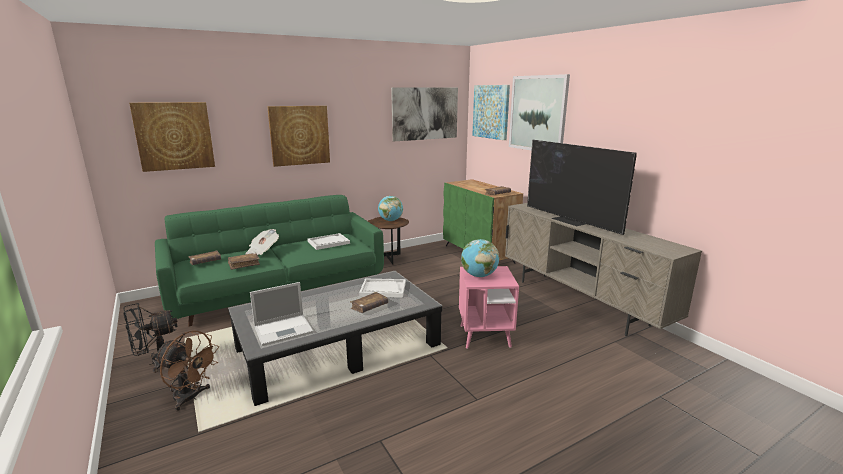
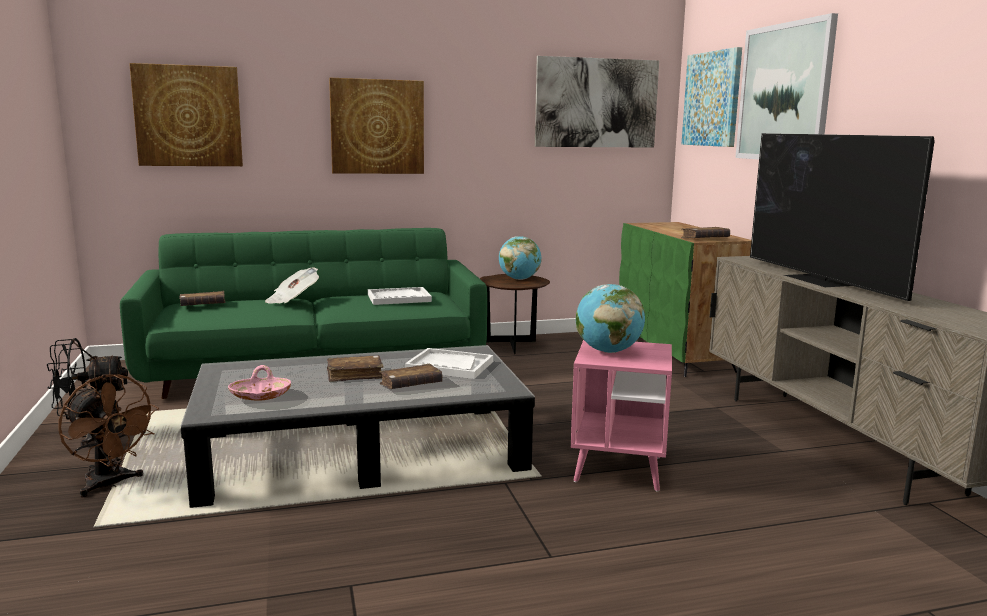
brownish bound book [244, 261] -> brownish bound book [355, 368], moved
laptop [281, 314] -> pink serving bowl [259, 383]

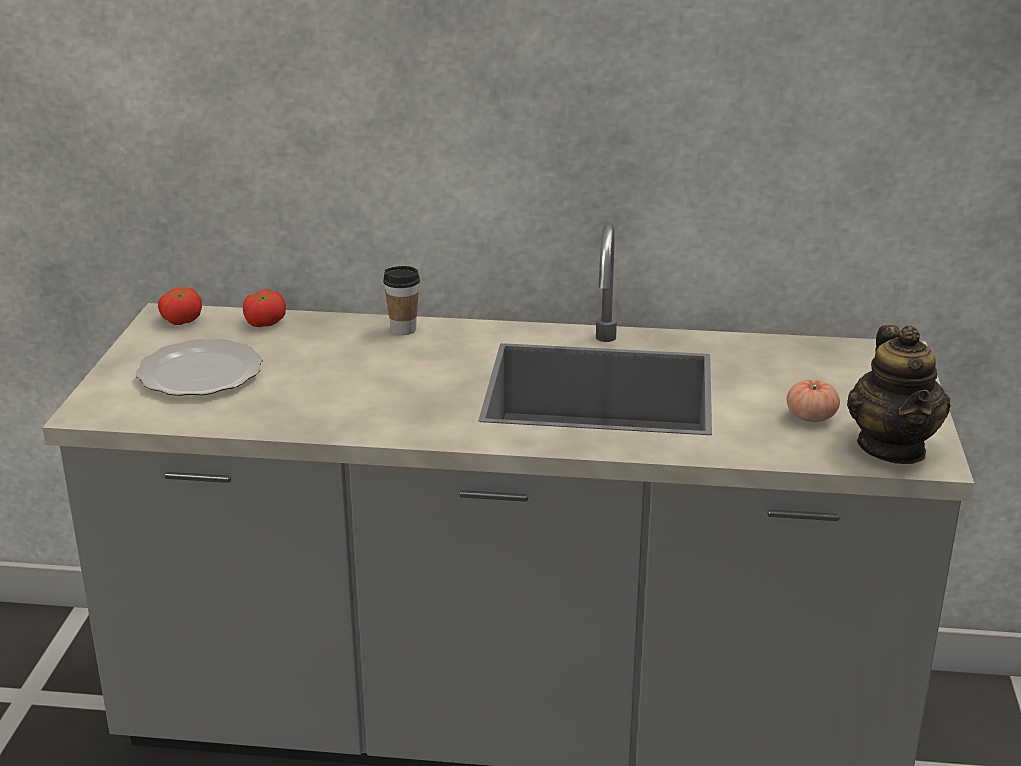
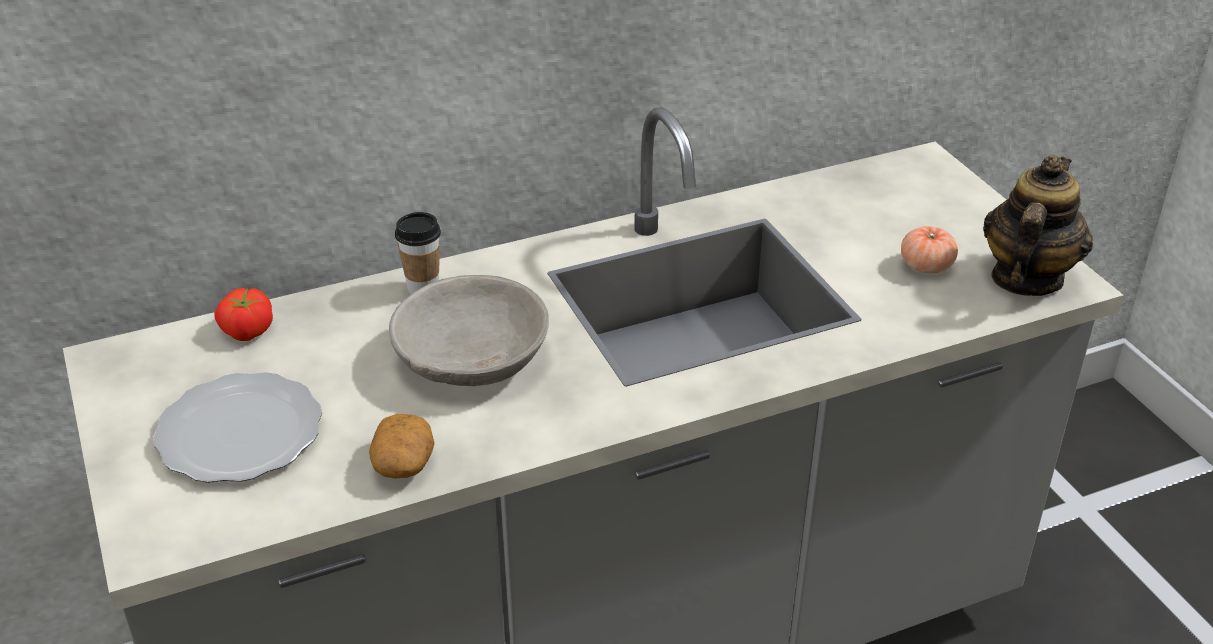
fresh tomato [180, 306] -> none
teapot [899, 394] -> teapot [1038, 225], 120 degrees counterclockwise
none -> potato [402, 446]
none -> grey serving bowl [469, 330]

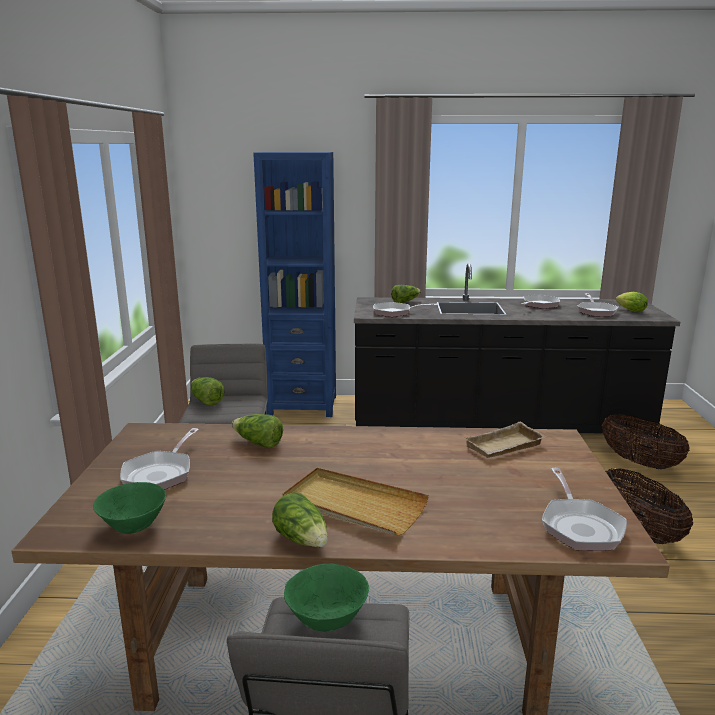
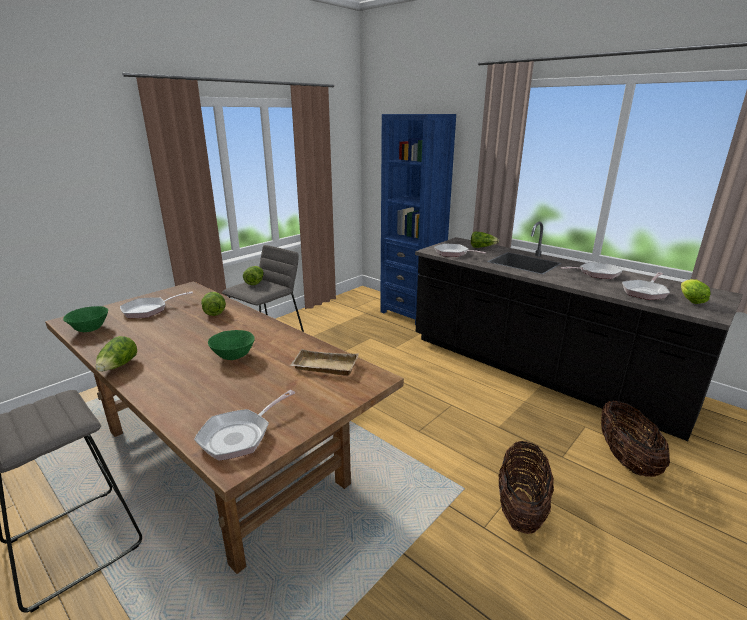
beige serving tray [355, 502] -> none
green serving bowl [326, 598] -> green serving bowl [231, 345], moved

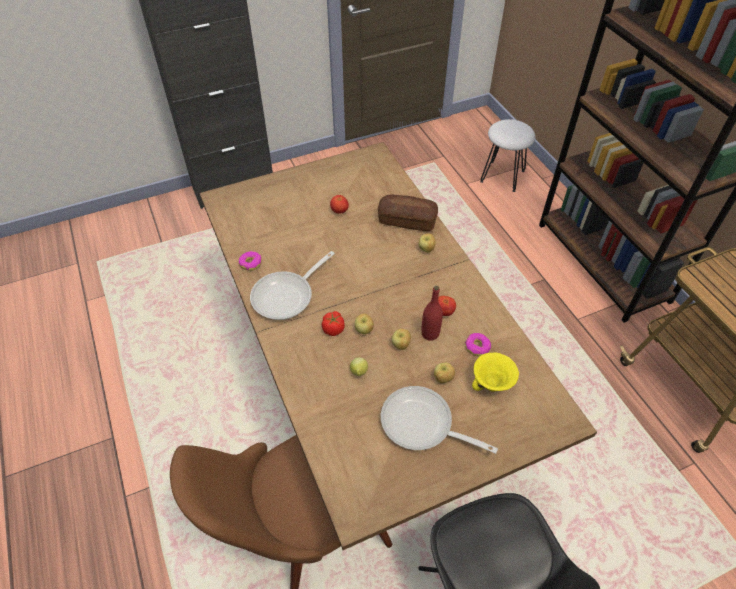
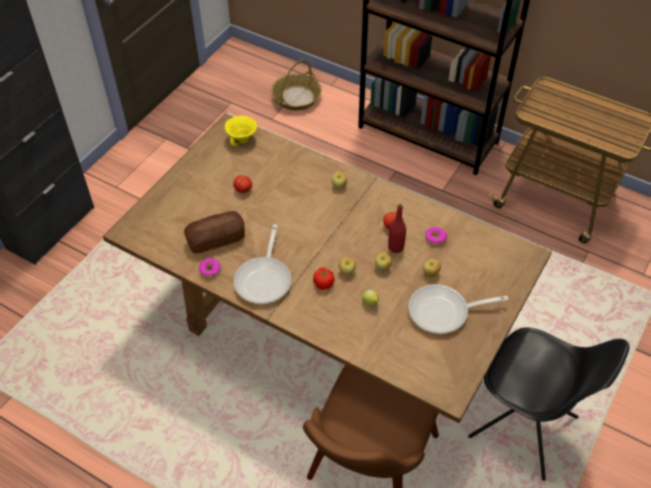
baked bread [408, 213] -> baked bread [214, 232], moved
yellowish serving bowl [495, 372] -> yellowish serving bowl [240, 131], moved
whitish stool seat [507, 155] -> basket [296, 85]

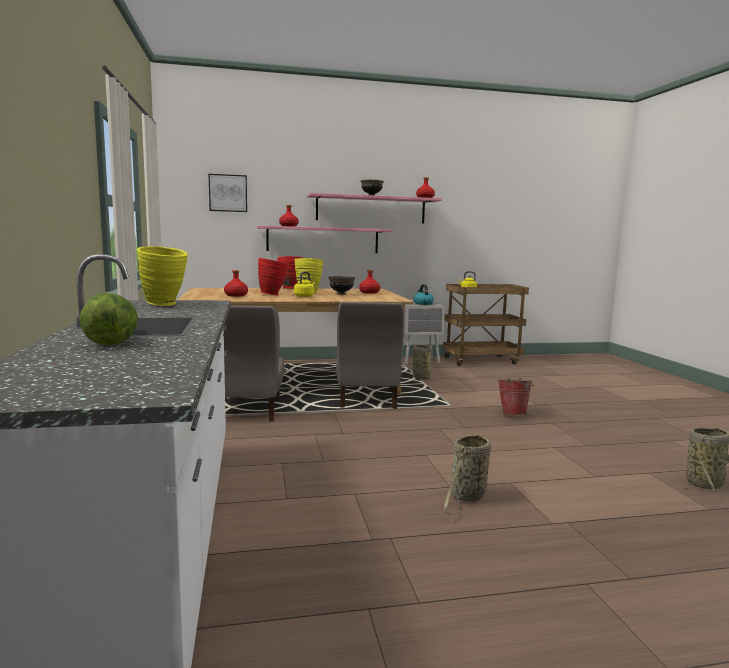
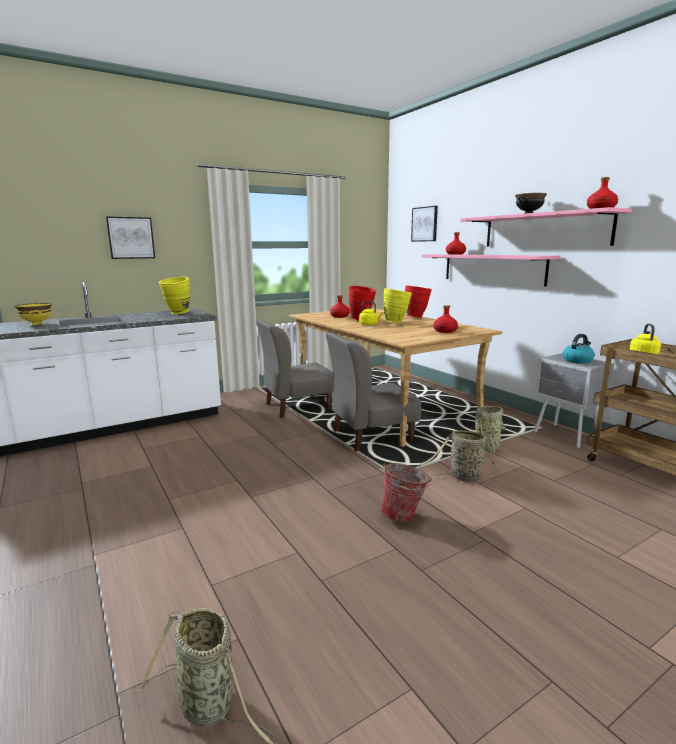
lettuce [109, 319] -> yellowish serving bowl [33, 314]
blackish serving bowl [341, 285] -> none
basket [467, 475] -> basket [459, 456], moved
none -> wall picture [130, 237]

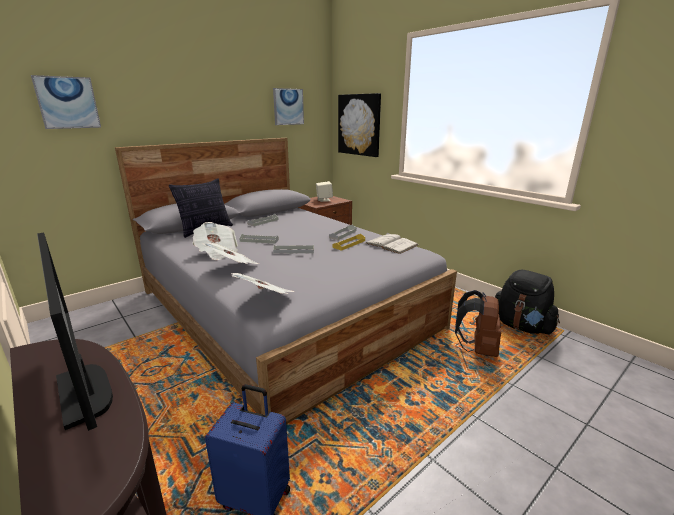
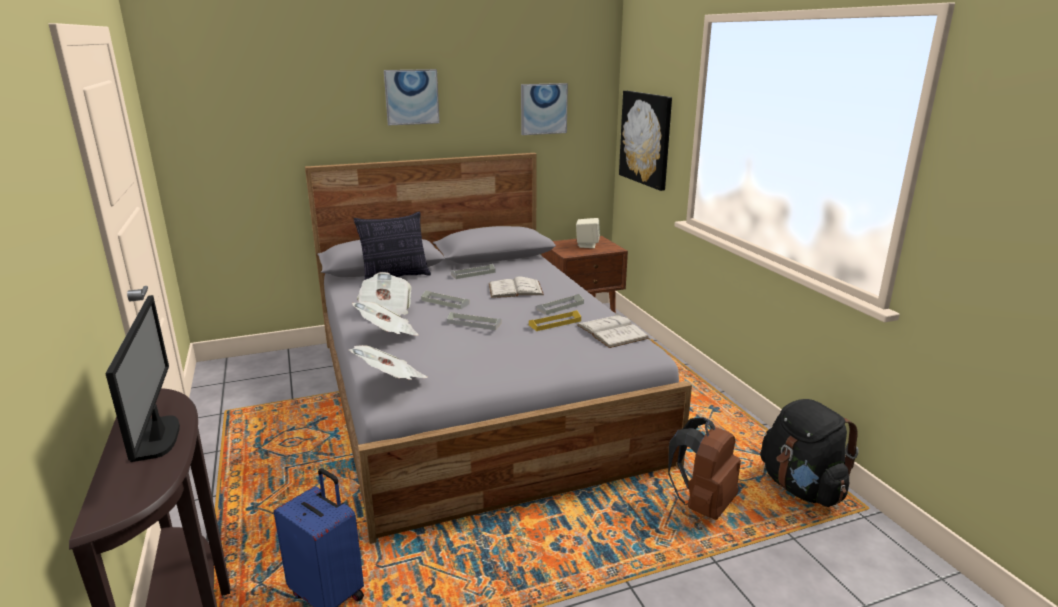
wall picture [66, 102] -> wall picture [412, 97], moved
none -> whitish bound book [516, 287]

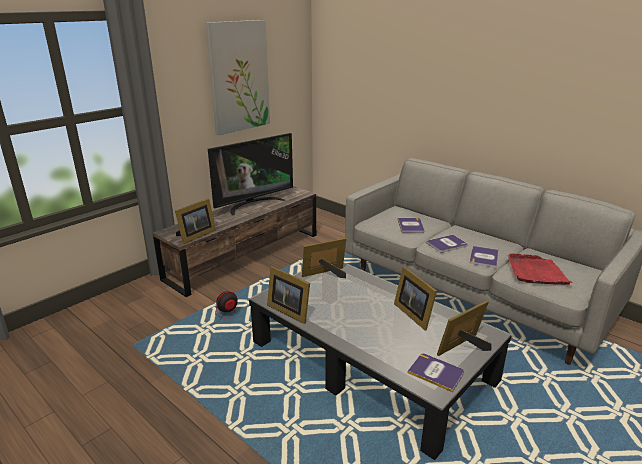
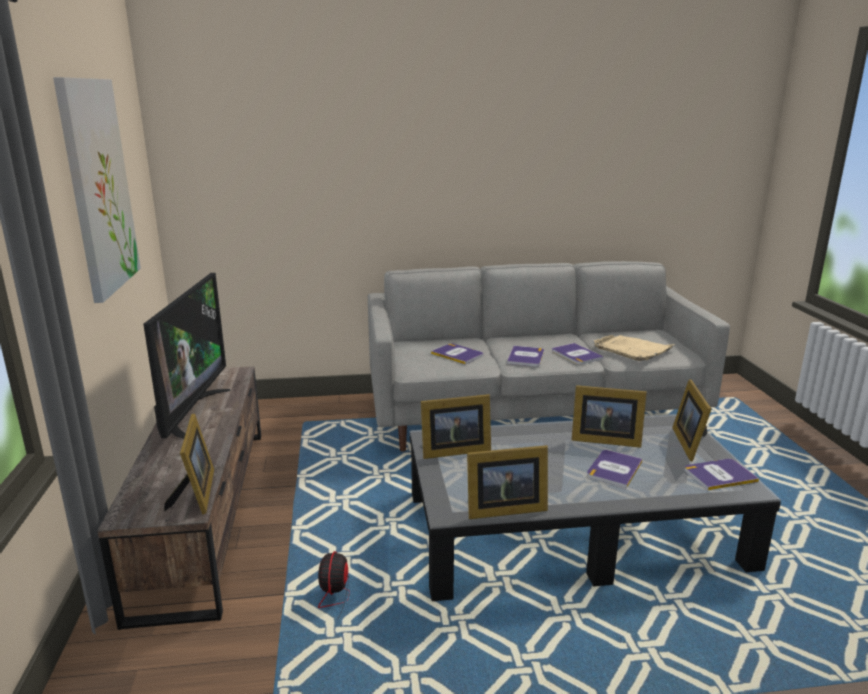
picture frame [324, 258] -> picture frame [456, 426], 120 degrees counterclockwise
red serving tray [540, 269] -> beige serving tray [633, 348]
none -> bound book [615, 469]

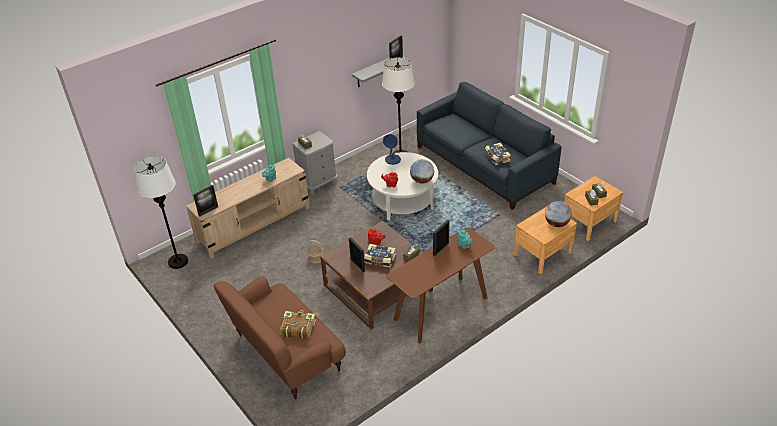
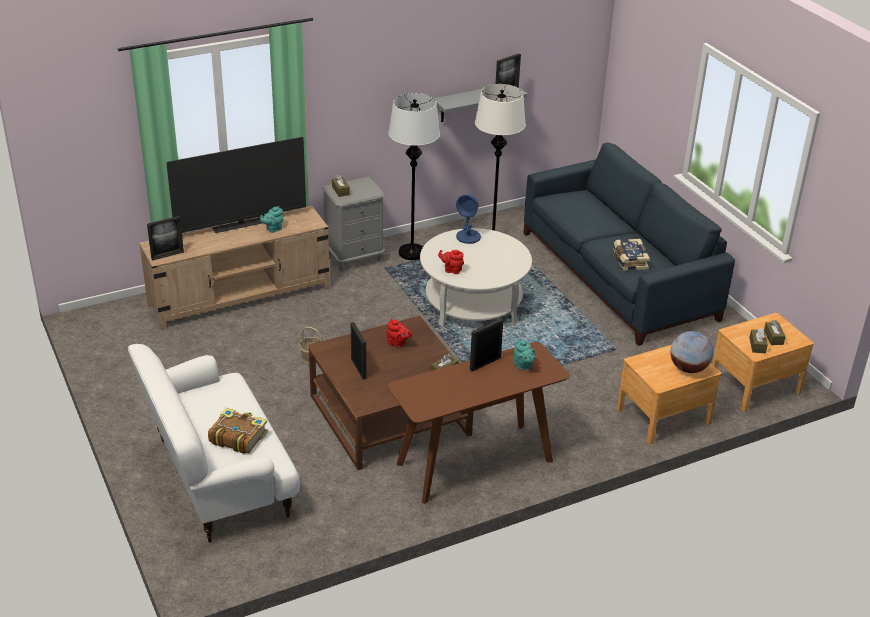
whitish floor lamp [161, 212] -> whitish floor lamp [414, 176], moved
brownish sofa [279, 338] -> whitish sofa [214, 443]
bound book [380, 255] -> none
desk globe [422, 171] -> none
none -> TV [236, 185]

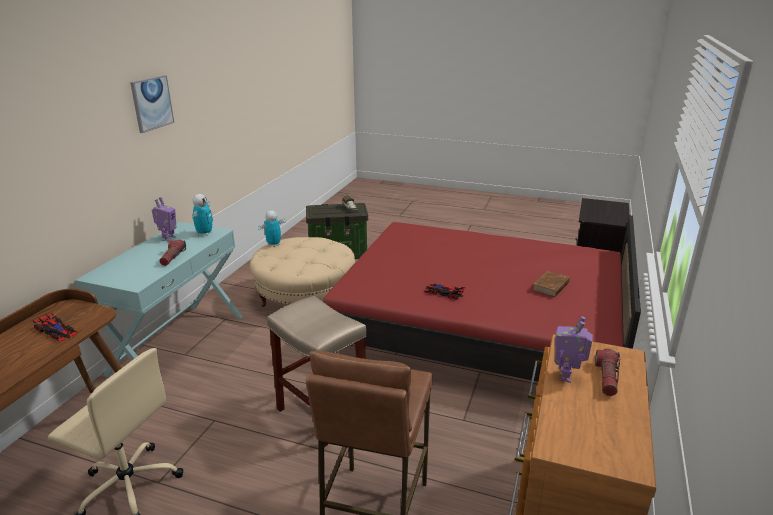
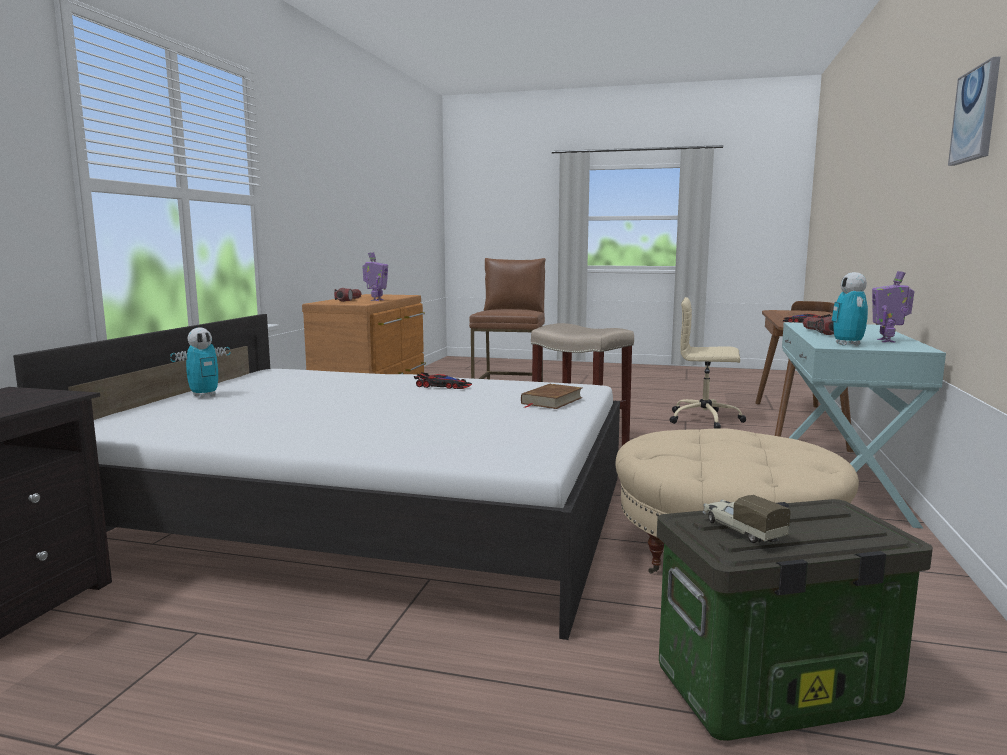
toy robot [272, 228] -> toy robot [200, 362], moved
red bedroom bed [482, 298] -> whitish bedroom bed [316, 477]
brownish bound book [551, 284] -> brownish bound book [551, 396], moved

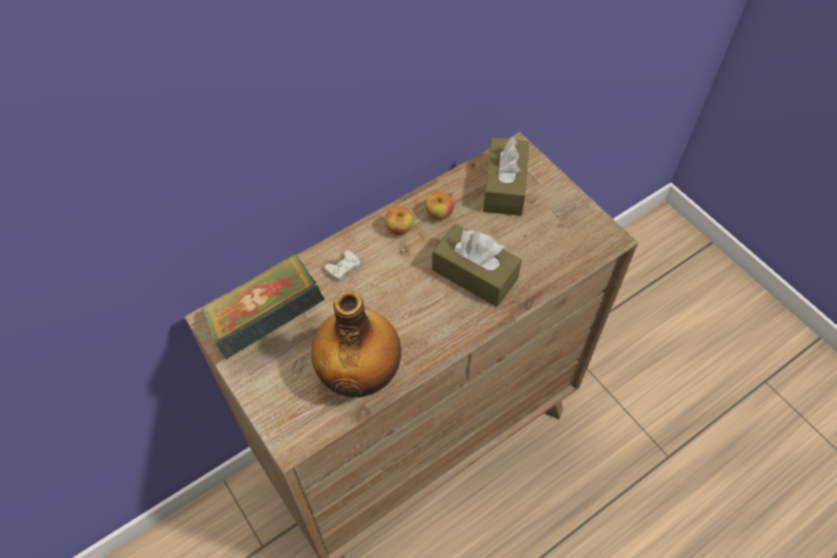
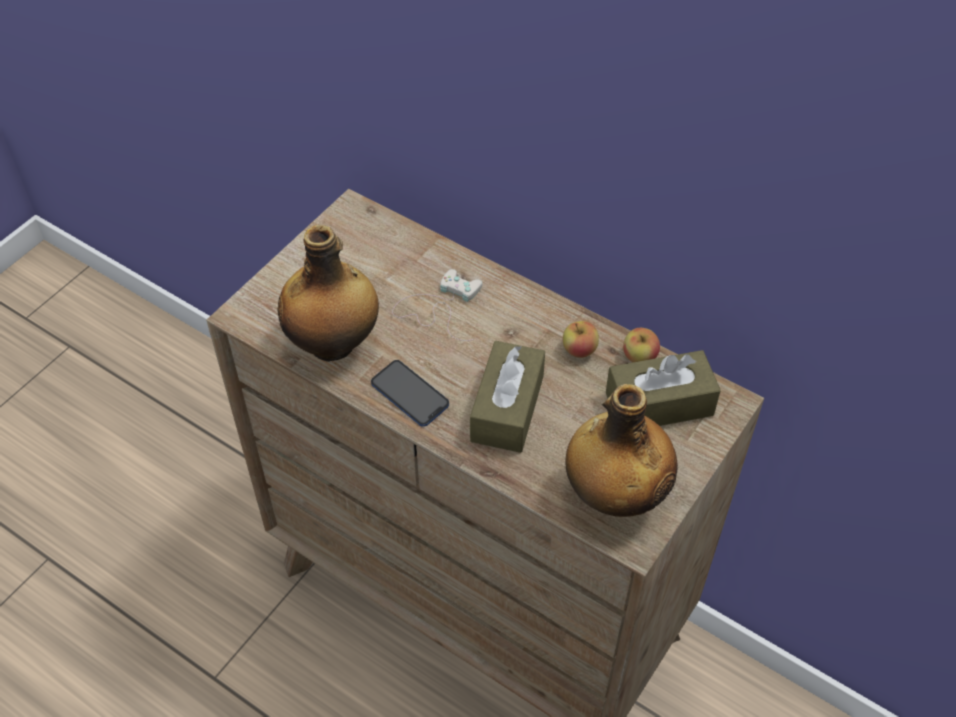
bound book [263, 307] -> none
apple fruit [399, 220] -> apple fruit [641, 345], moved
none -> telephone [410, 393]
none -> bottle [622, 450]

